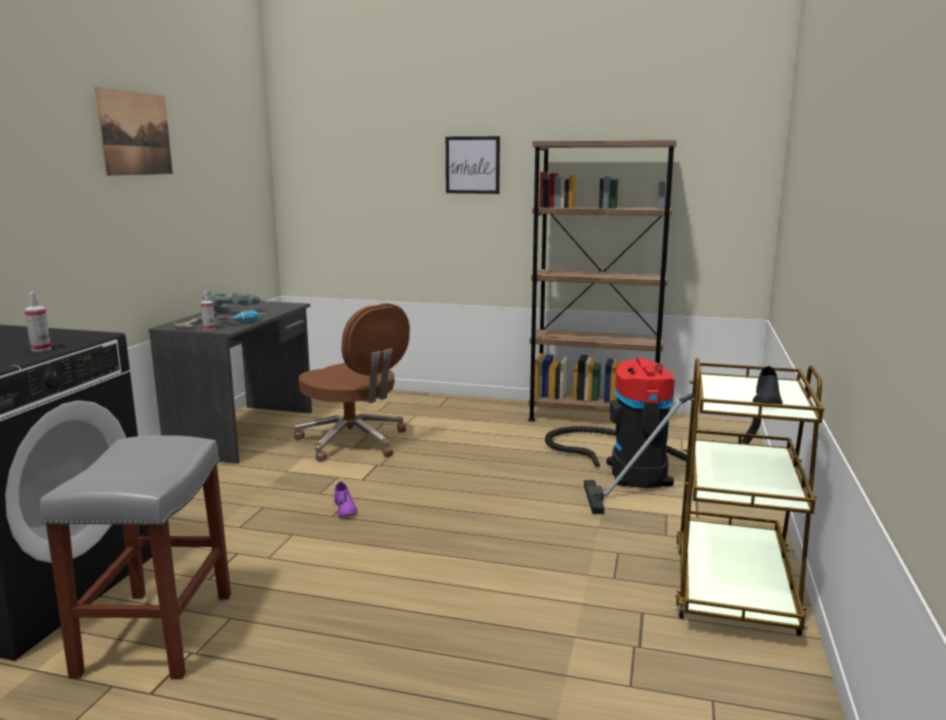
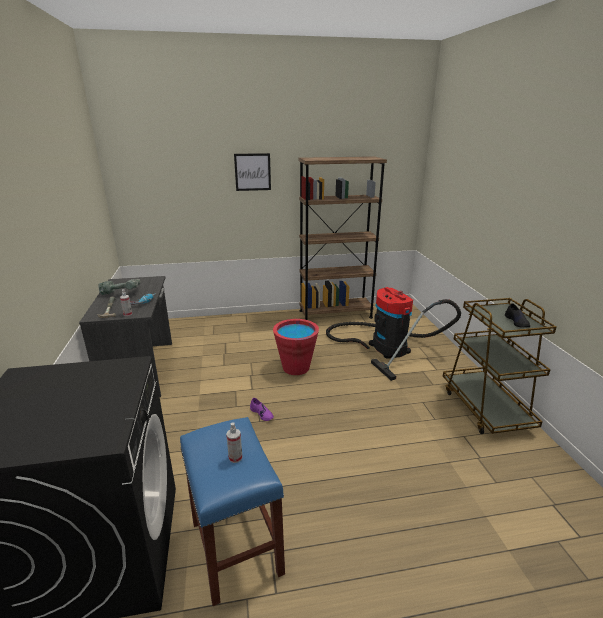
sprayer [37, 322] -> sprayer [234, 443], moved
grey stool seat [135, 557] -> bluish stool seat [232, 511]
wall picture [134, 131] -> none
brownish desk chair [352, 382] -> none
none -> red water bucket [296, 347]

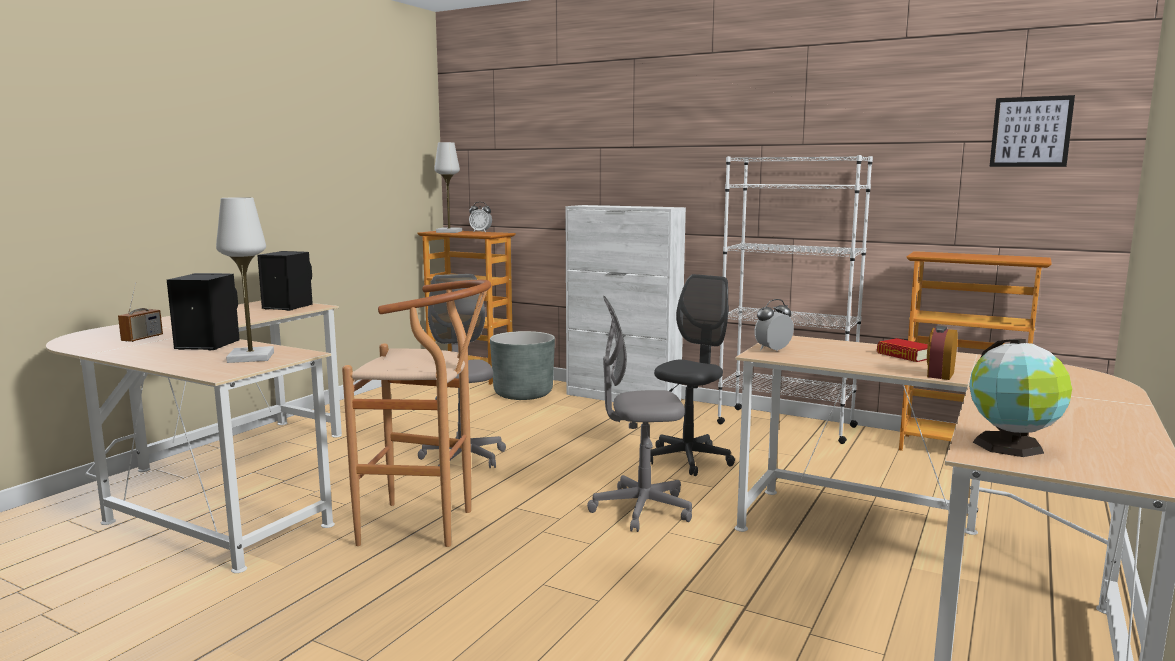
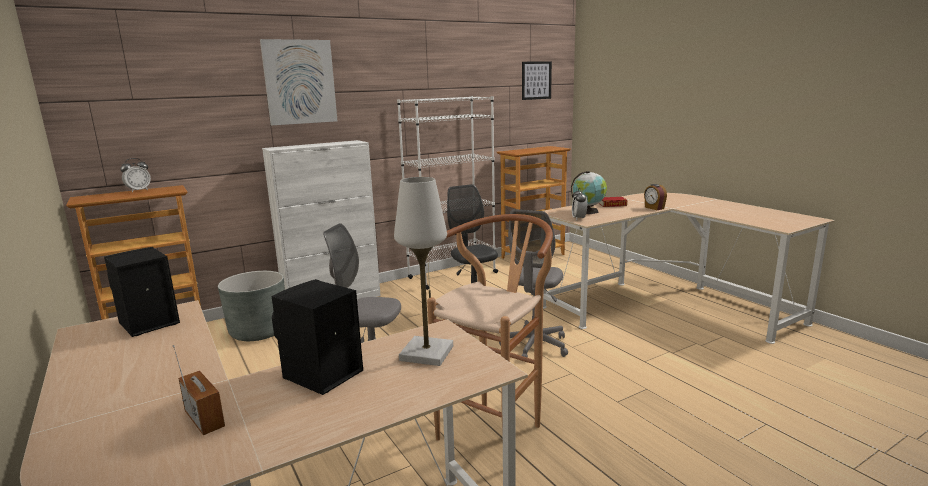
whitish table lamp [448, 187] -> none
desk globe [1020, 398] -> desk globe [589, 192], moved
none -> wall picture [298, 82]

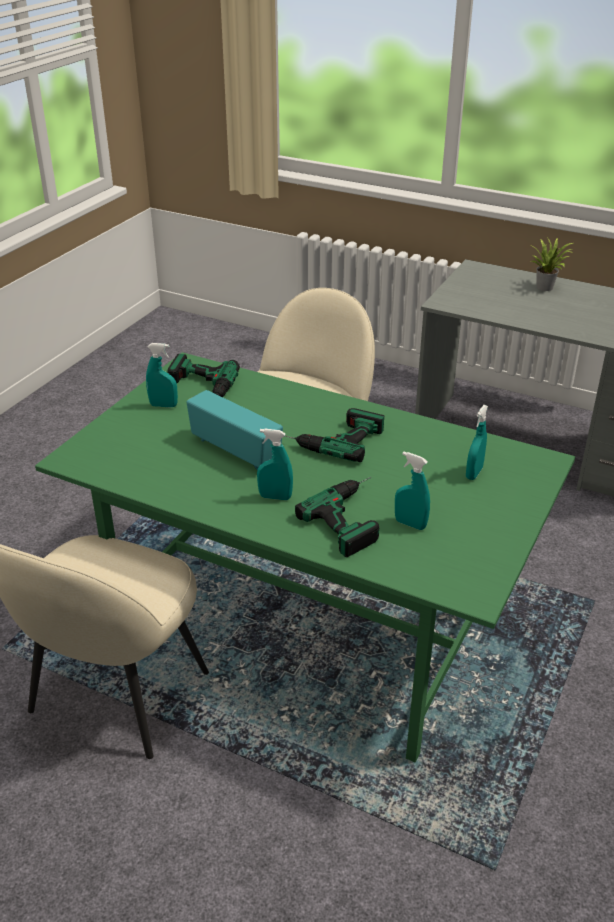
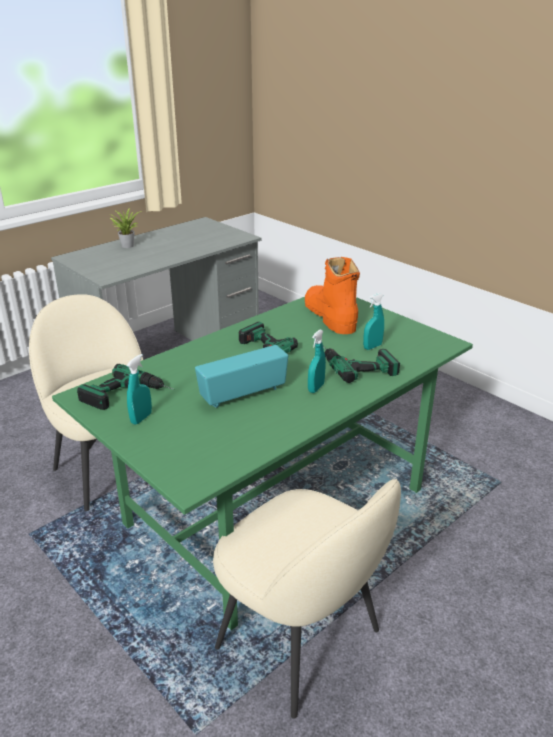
turquoise sprayer [477, 442] -> orange high-top boot [332, 295]

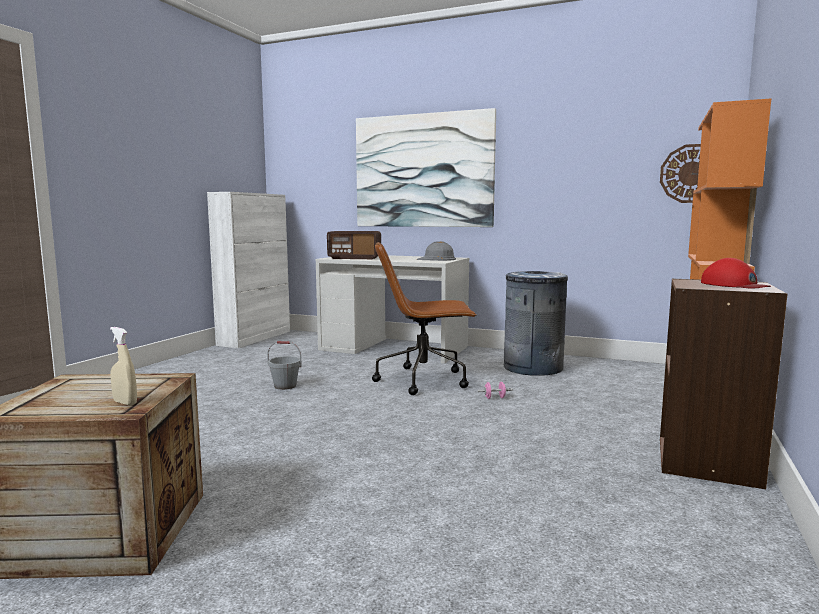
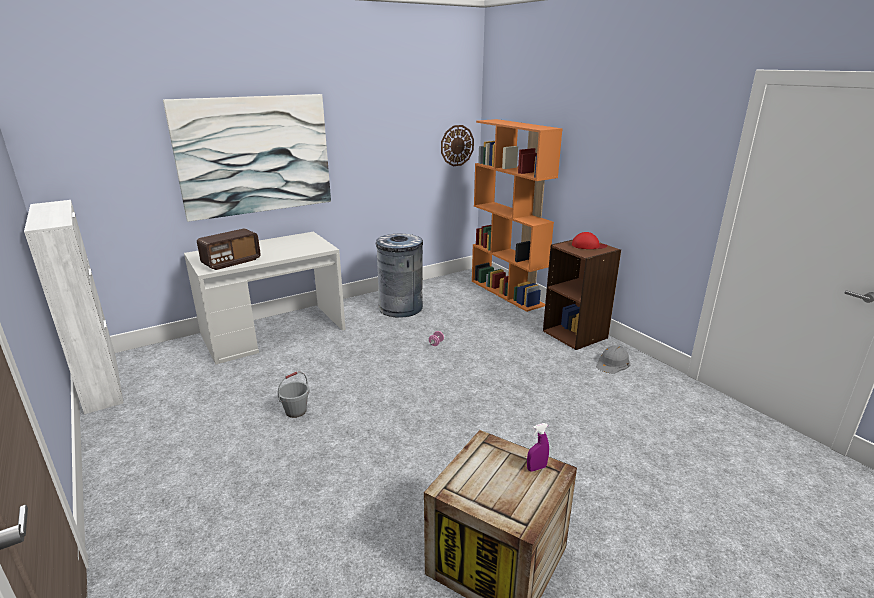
beige sprayer [123, 366] -> purple sprayer [538, 447]
brownish desk chair [424, 318] -> none
grey work helmet [436, 251] -> grey work helmet [613, 359], moved

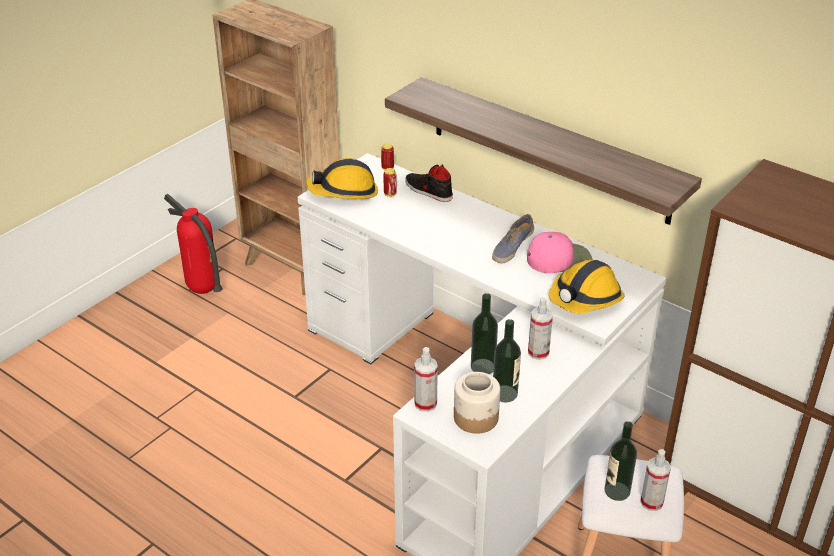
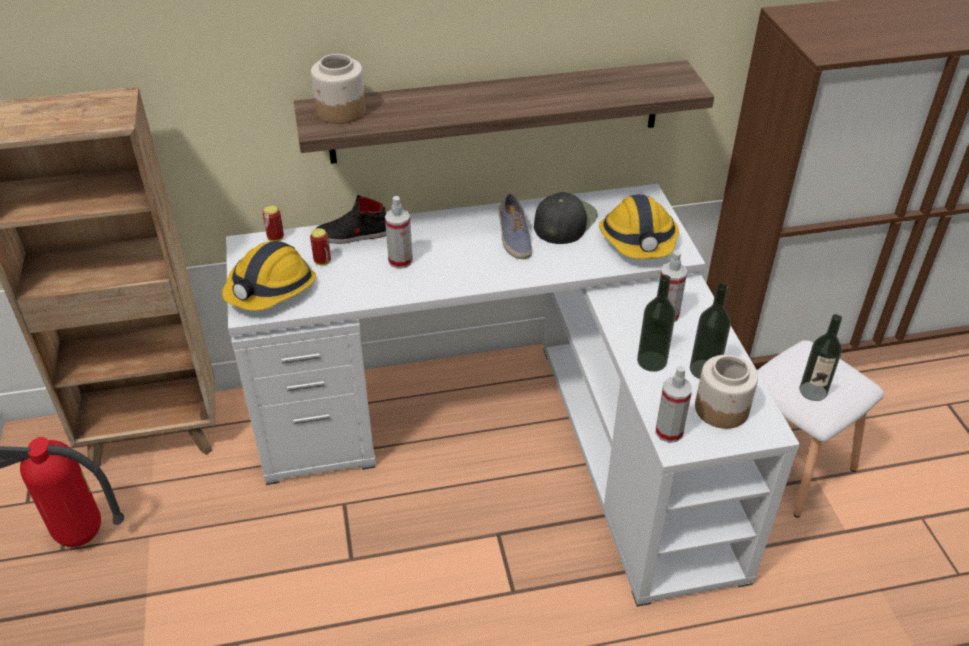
pink baseball cap [560, 252] -> blackish baseball cap [566, 218]
sprayer [655, 480] -> sprayer [399, 232], moved
none -> preserve jar [338, 89]

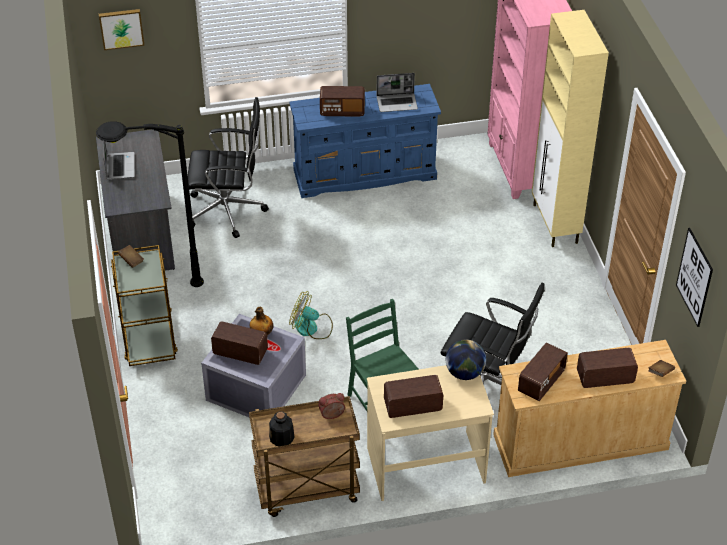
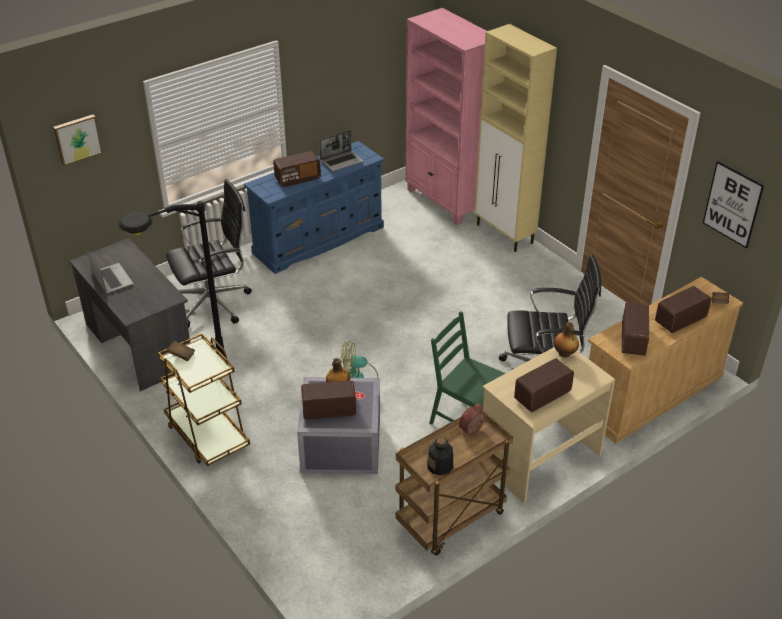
desk globe [466, 360] -> bottle [566, 340]

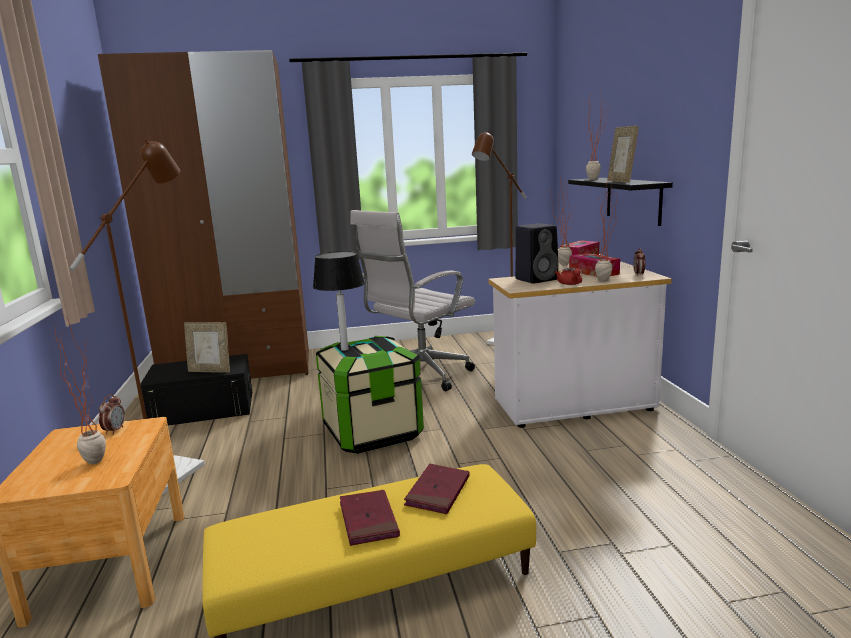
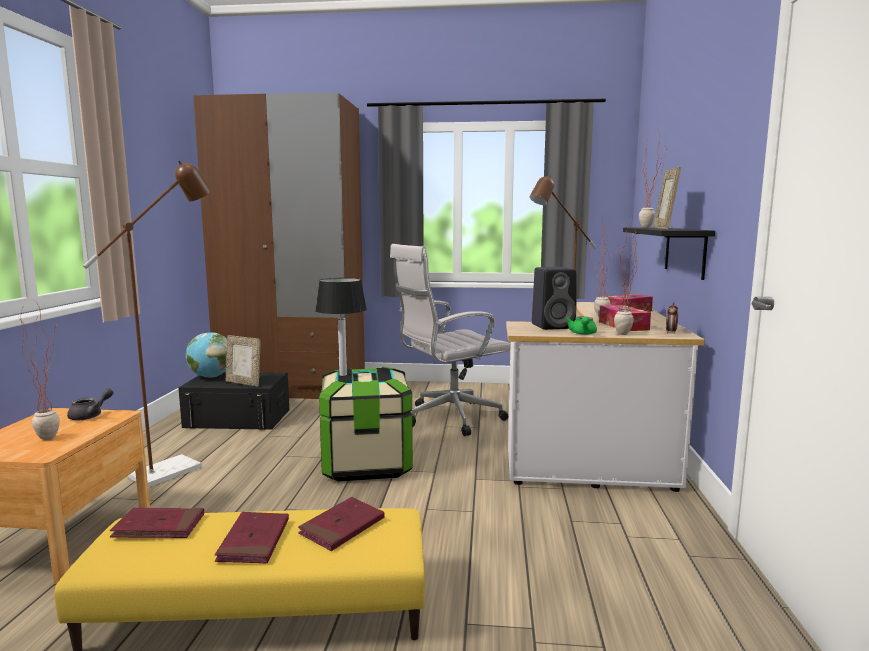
table clock [112, 414] -> grey teapot [90, 404]
red teapot [568, 276] -> green teapot [581, 325]
none -> red bound book [157, 523]
none -> desk globe [206, 355]

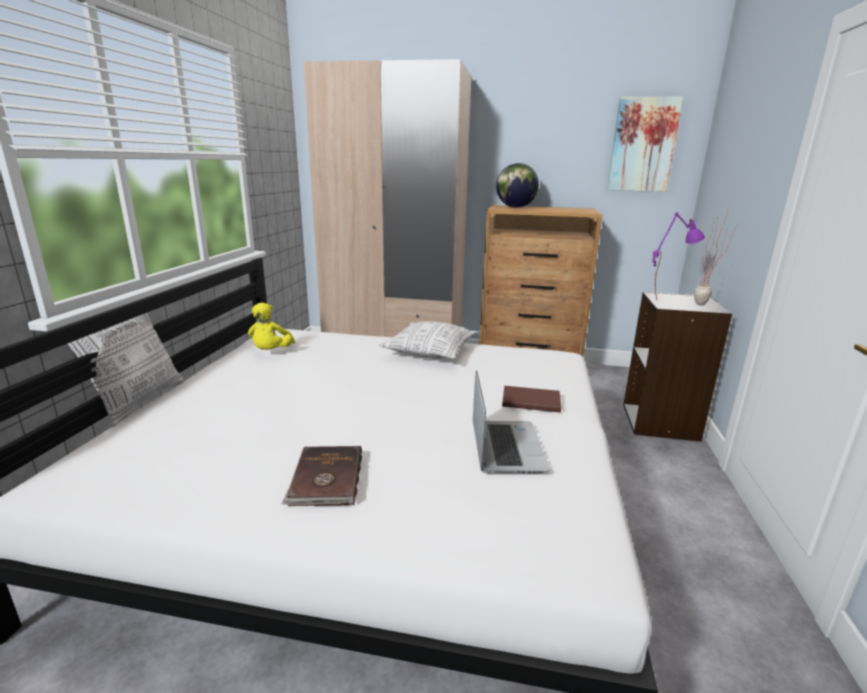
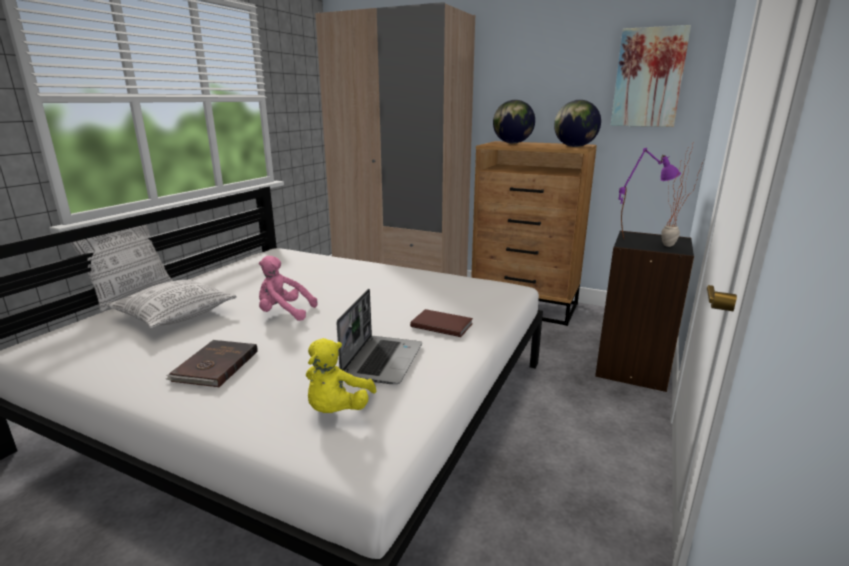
yellowish cuddly toy [271, 326] -> yellowish cuddly toy [341, 375], moved
cushion [428, 340] -> cushion [171, 303], moved
none -> pink cuddly toy [288, 288]
none -> desk globe [577, 123]

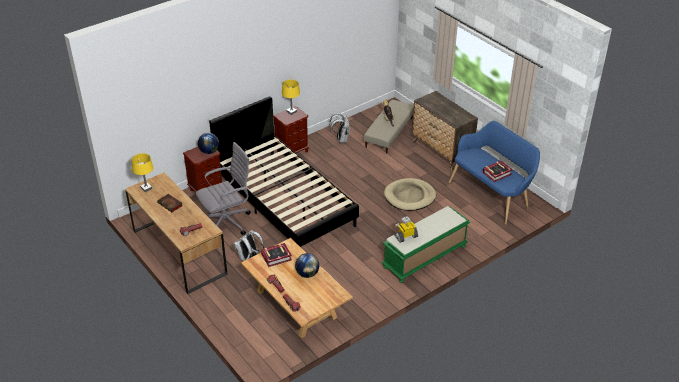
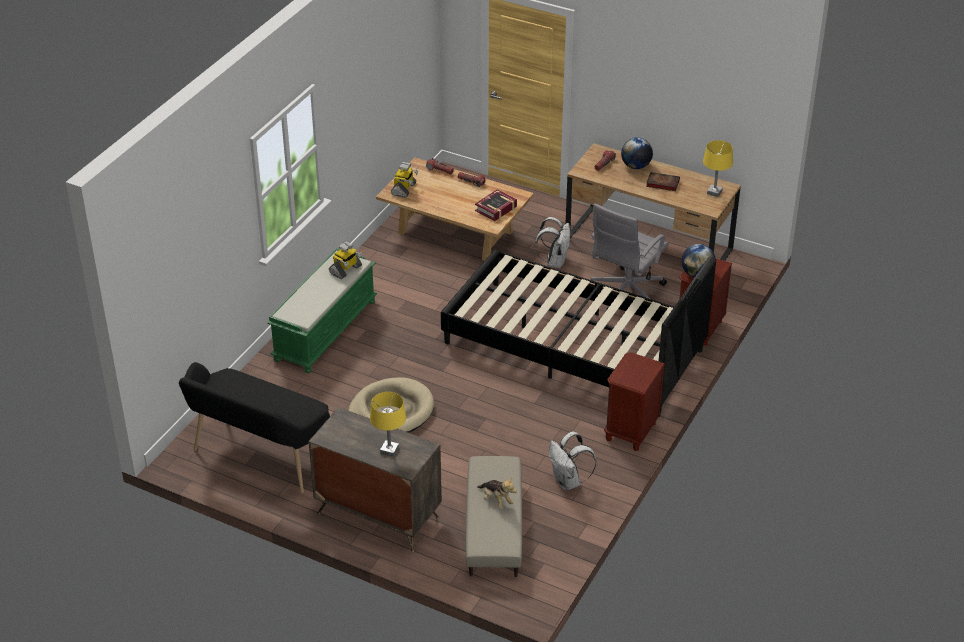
yellowish table lamp [291, 97] -> yellowish table lamp [388, 424], moved
desk globe [307, 265] -> desk globe [637, 153], moved
bluish long seat [494, 172] -> blackish long seat [254, 427]
bound book [497, 171] -> none
none -> toy robot [404, 180]

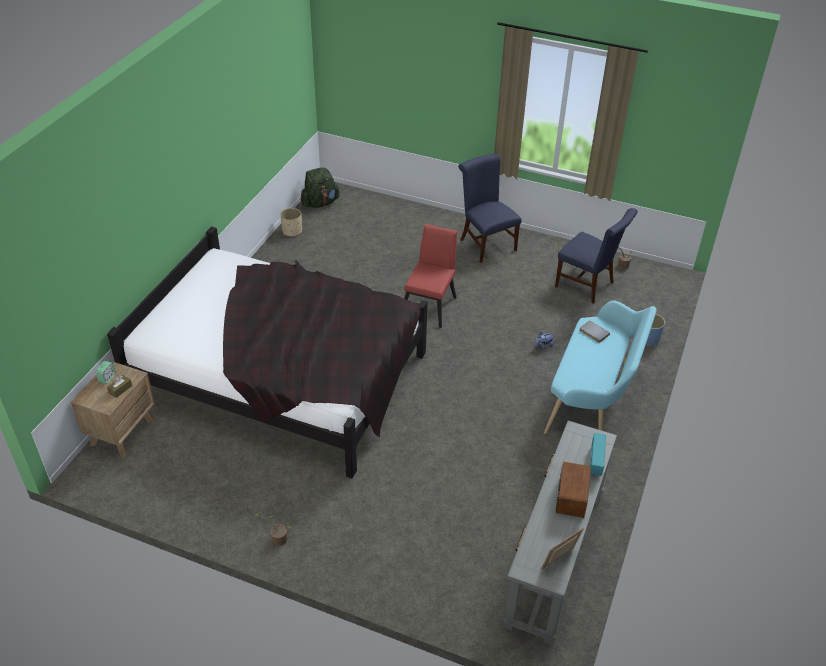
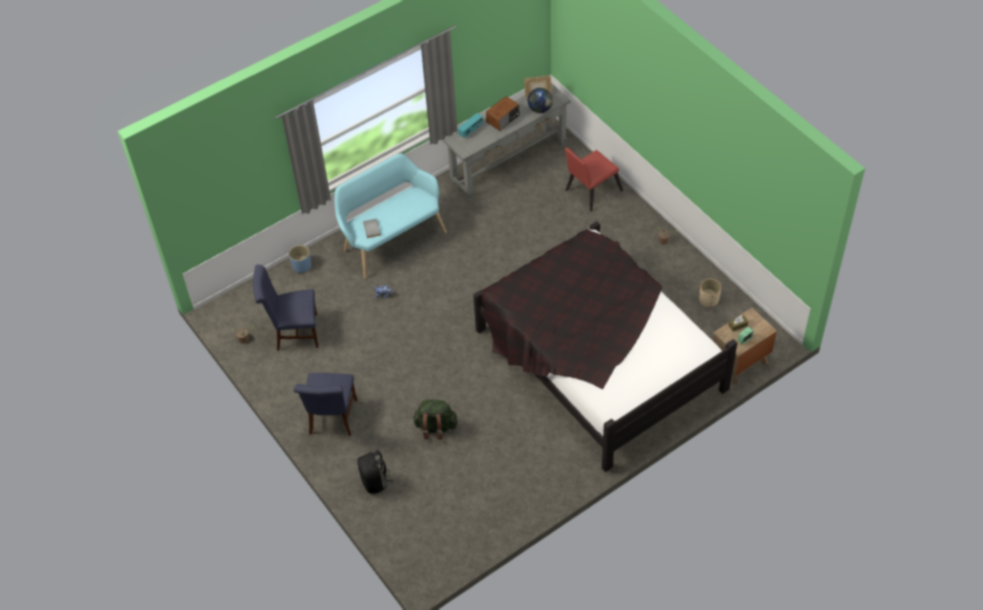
beige plant pot [291, 222] -> beige plant pot [710, 292], moved
green backpack [320, 187] -> green backpack [434, 419], moved
red chair [430, 275] -> red chair [593, 179], moved
bluish chair [596, 255] -> bluish chair [286, 307], 75 degrees counterclockwise
none -> blackish backpack [375, 472]
none -> desk globe [540, 100]

